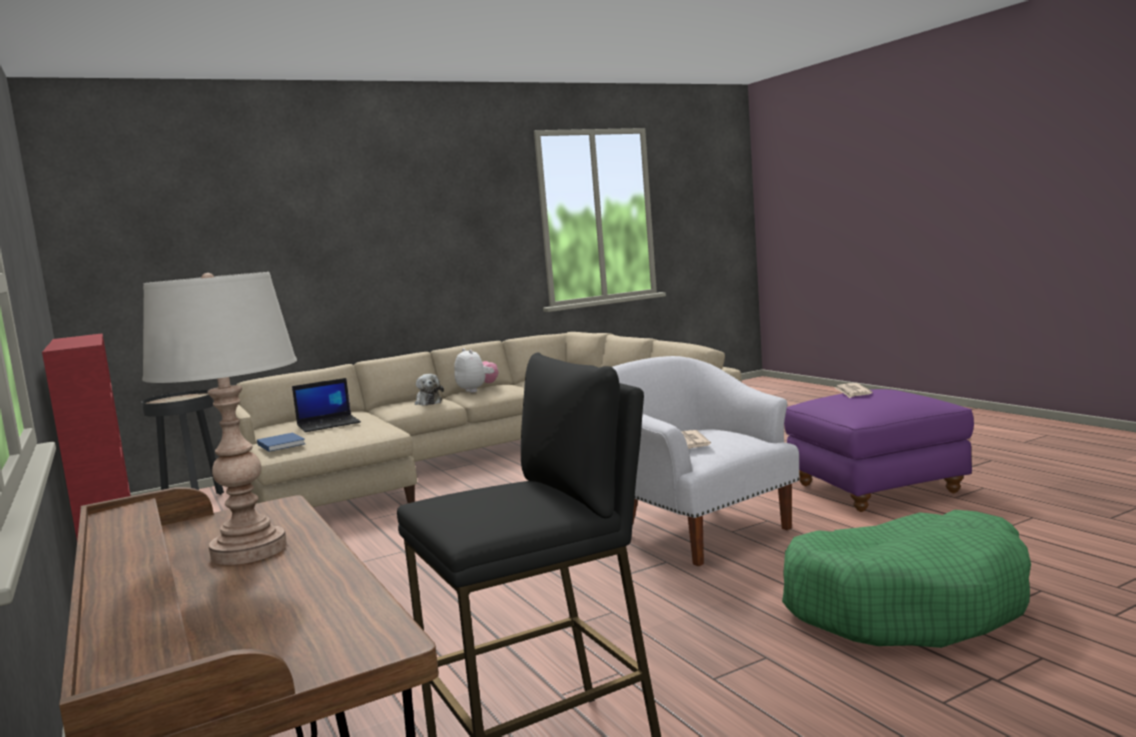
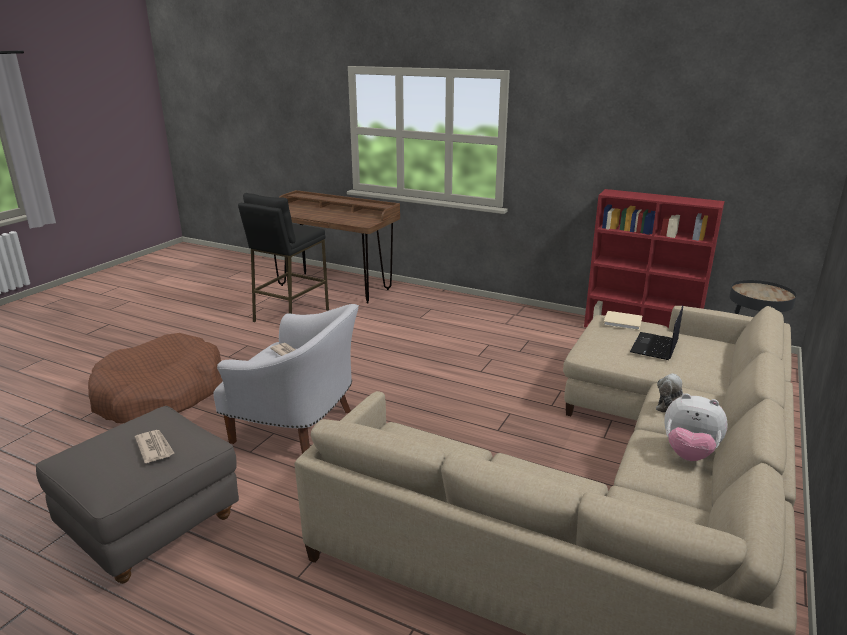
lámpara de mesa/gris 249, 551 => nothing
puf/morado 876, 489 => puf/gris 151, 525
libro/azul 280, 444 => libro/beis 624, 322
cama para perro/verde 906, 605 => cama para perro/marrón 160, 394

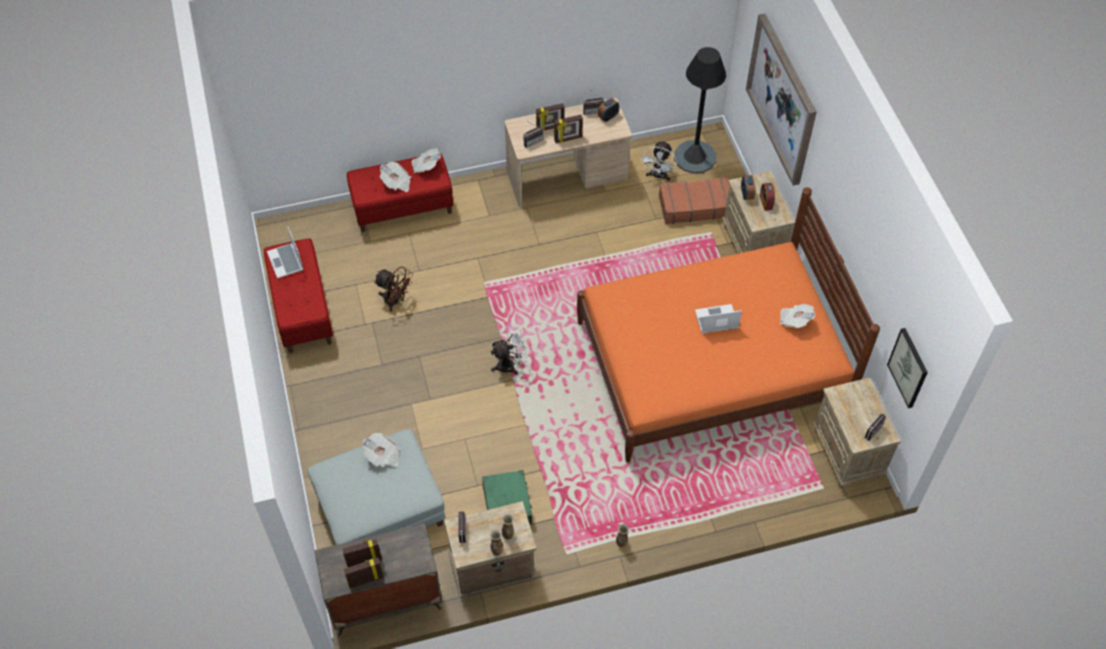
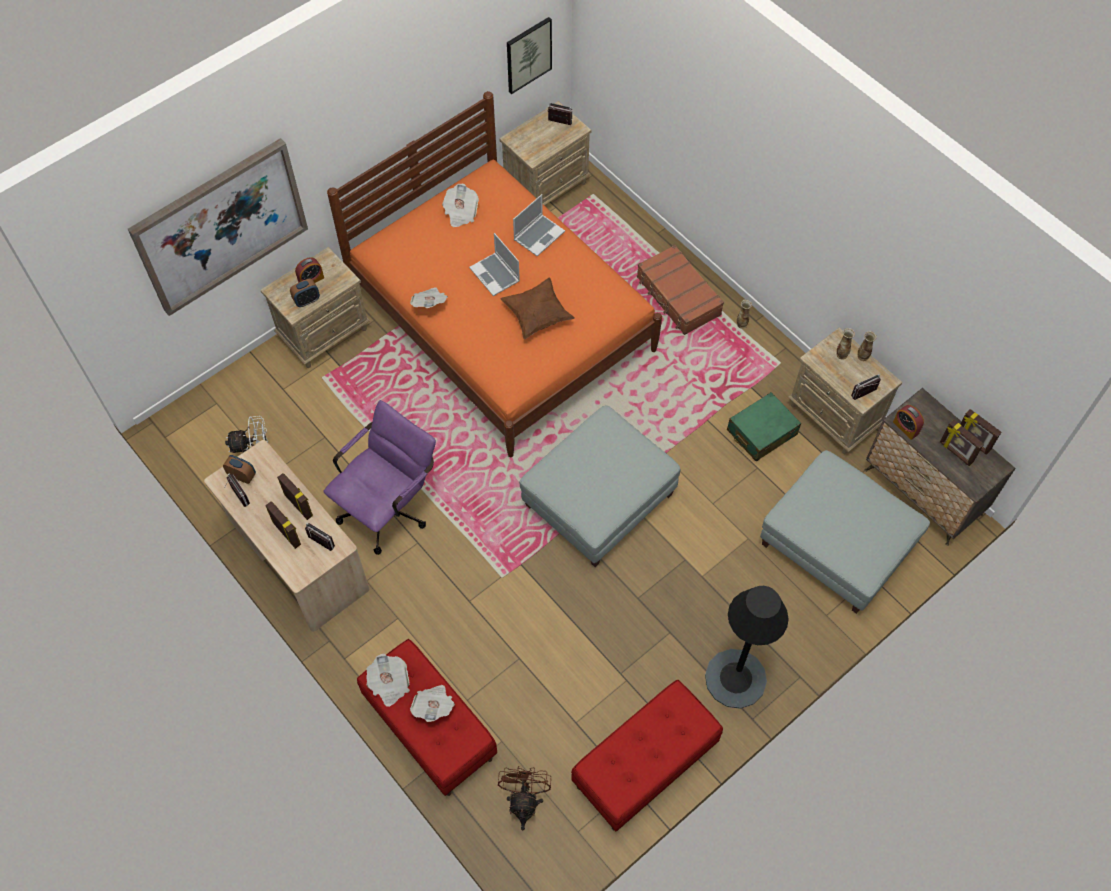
lámpara de pie/negro 694, 157 => lámpara de pie/negro 735, 679, move
maleta/marrón 696, 206 => maleta/marrón 678, 296, move
portátil 286, 261 => portátil 539, 235, move
ventilador/marrón 395, 301 => ventilador/marrón 524, 802, move
ventilador/blanco 510, 364 => puf/gris 599, 500
periódico 383, 456 => periódico 429, 303, move
nothing => cojín/marrón 537, 315
nothing => silla de oficina/morado 389, 506
nothing => despertador 905, 428

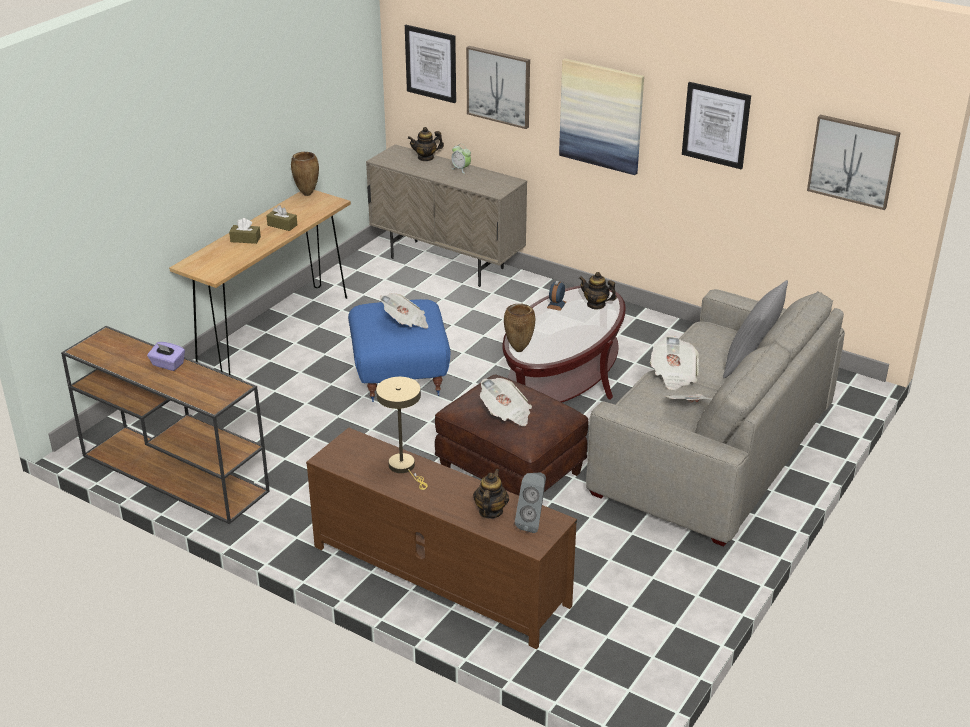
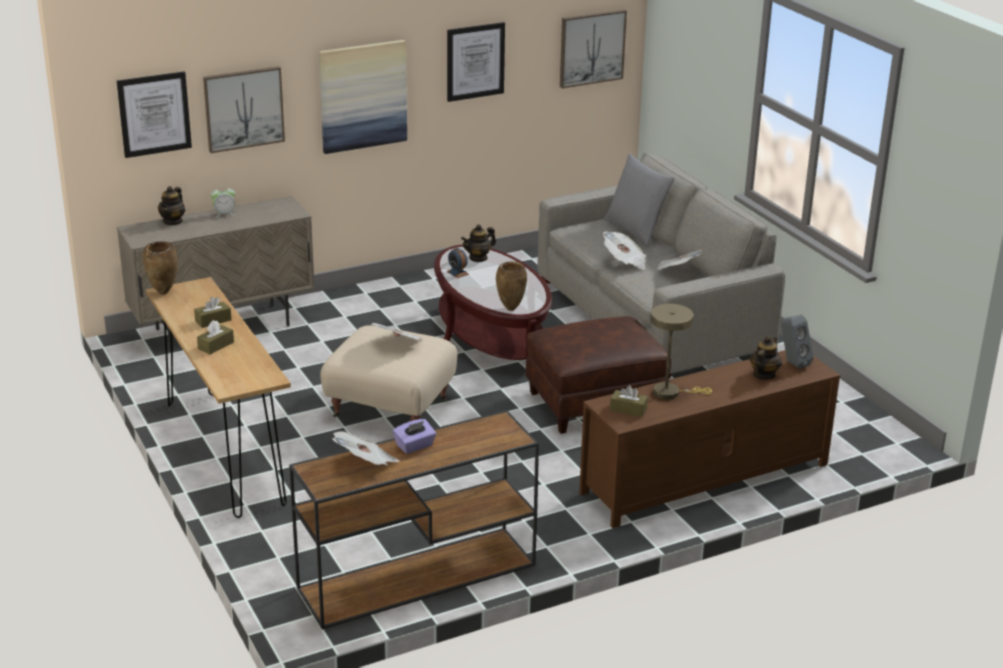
puf/azul 400, 375 => puf/beis 390, 409
periódico 506, 414 => periódico 366, 463, move
tetera 490, 511 => tetera 763, 375, 75 degrees clockwise
nothing => caja de pañuelos/marrón 628, 409

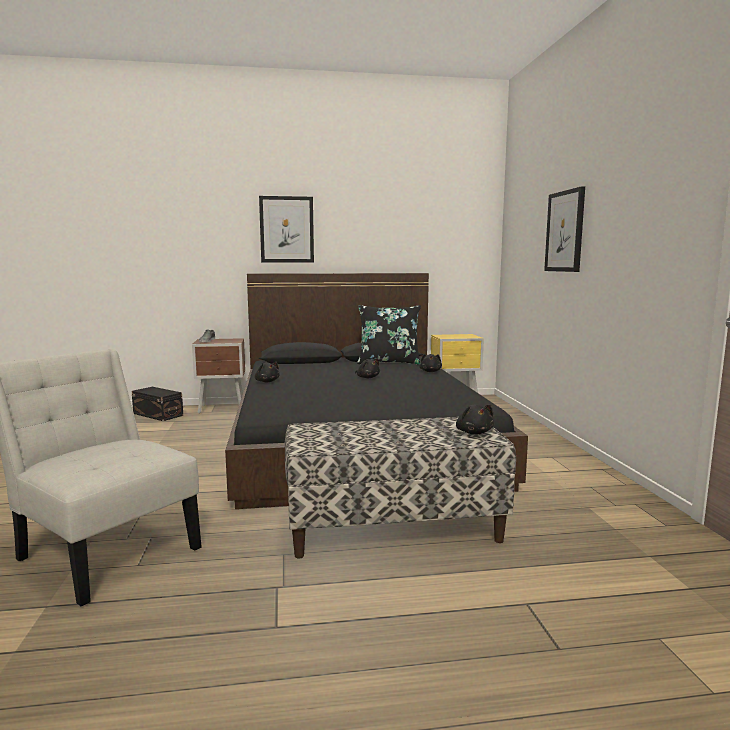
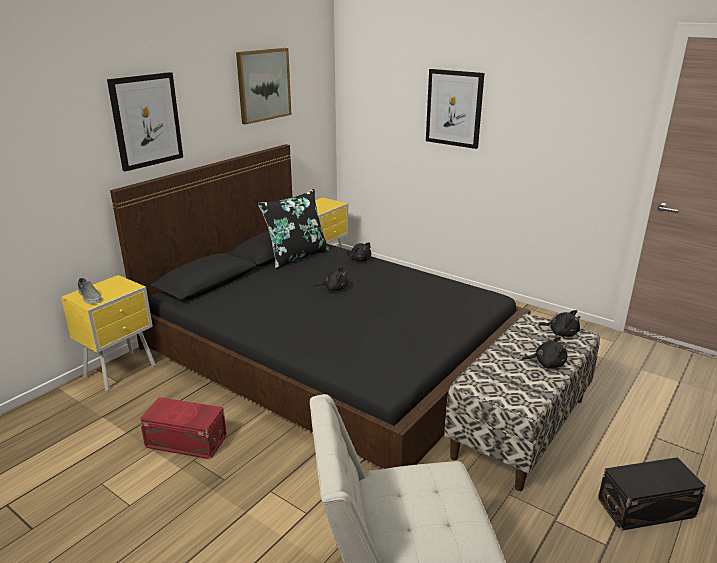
mesita de noche/marrón 223, 409 => mesita de noche/amarillo 122, 371
peluche/negro 267, 381 => peluche/negro 547, 363, move
caja de almacenaje/negro 158, 415 => caja de almacenaje/negro 647, 509, move
nothing => cuadro 263, 85
nothing => caja de almacenaje/rojo 186, 442

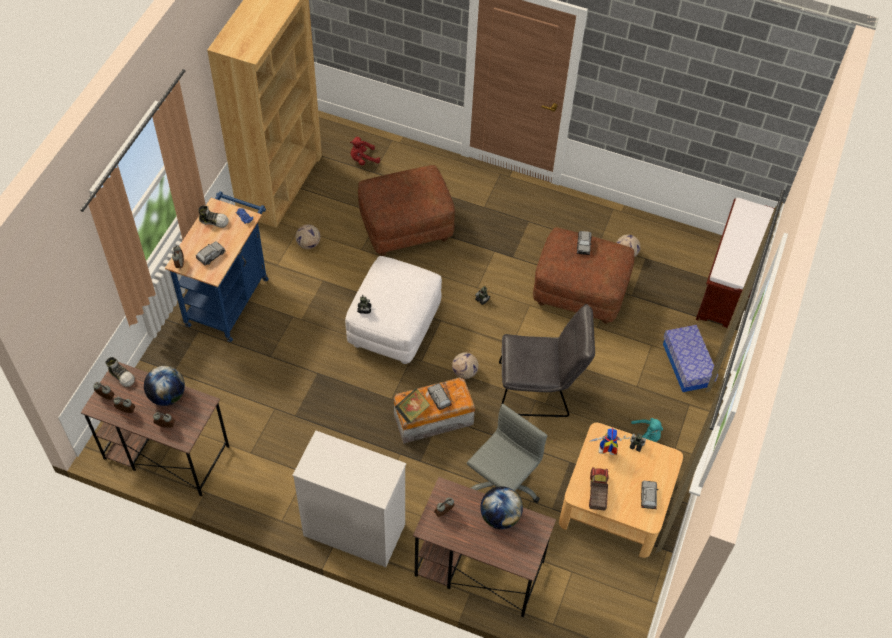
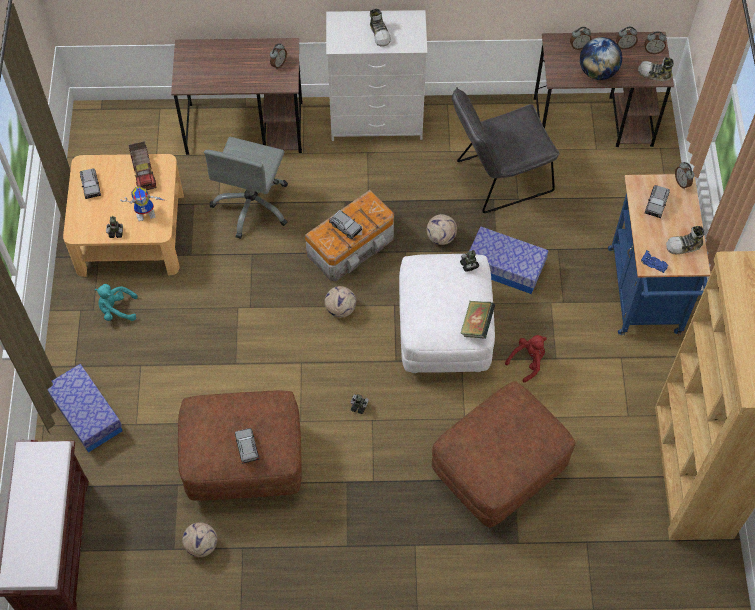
peluche/rojo 363, 159 => peluche/rojo 528, 361, move
balón de fútbol 308, 244 => balón de fútbol 441, 237, move
silla/gris 540, 390 => silla/gris 498, 178, move
libro 412, 411 => libro 476, 325, move
globo terráqueo 500, 516 => nothing
nothing => zapato 380, 33
nothing => caja de almacenaje 505, 267

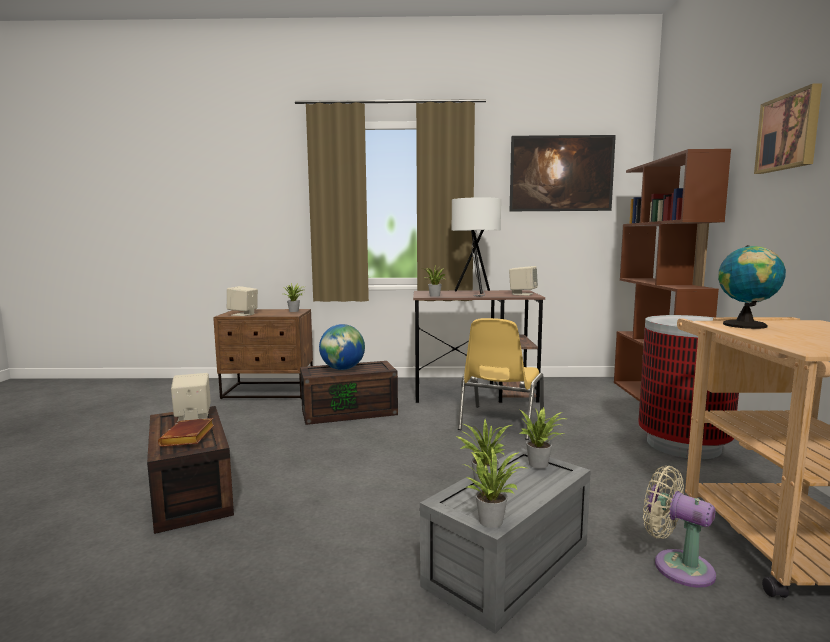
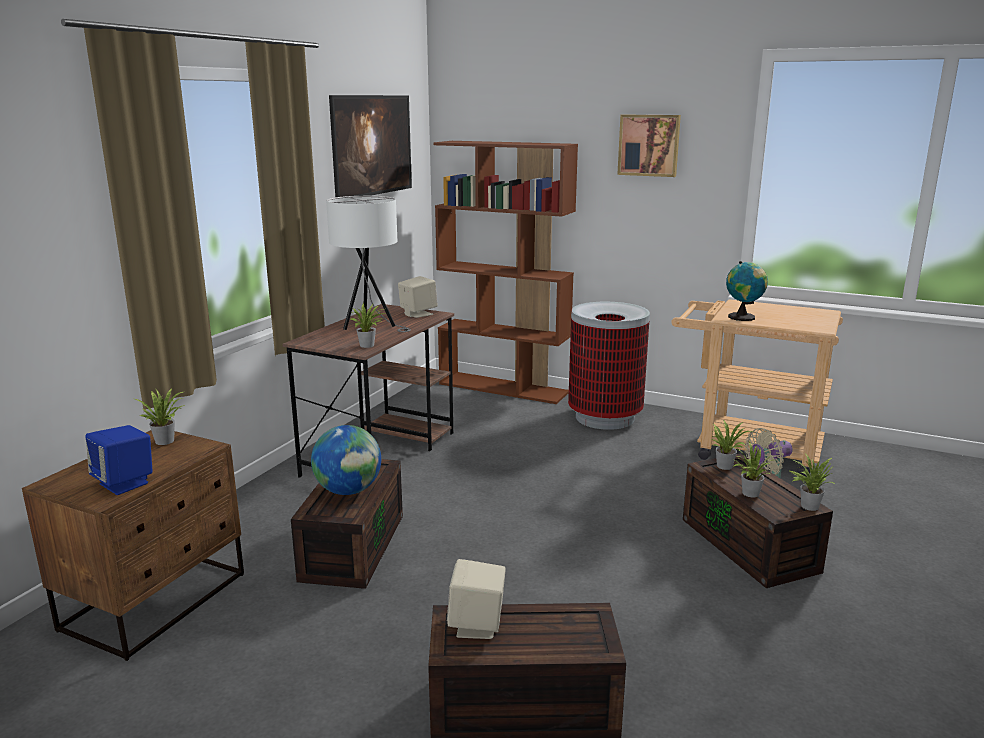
altavoz/beis 243, 314 => altavoz/azul 125, 483
silla/amarillo 500, 422 => nothing
libro/marrón 189, 438 => nothing
caja de almacenaje/gris 509, 566 => caja de almacenaje/marrón 751, 545

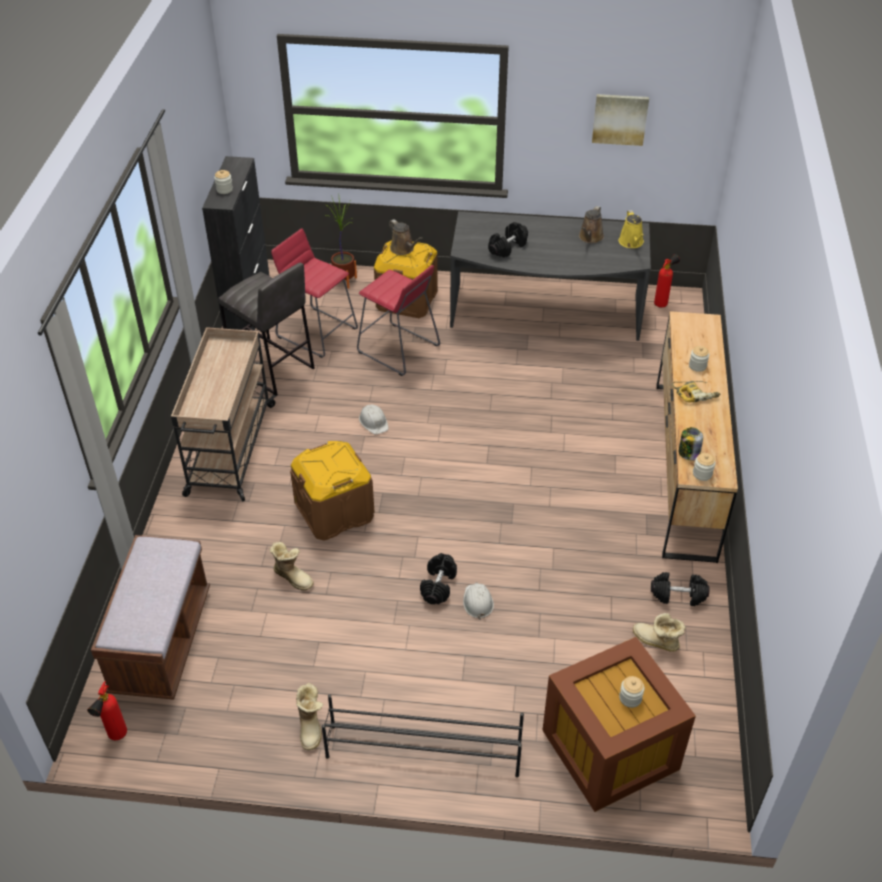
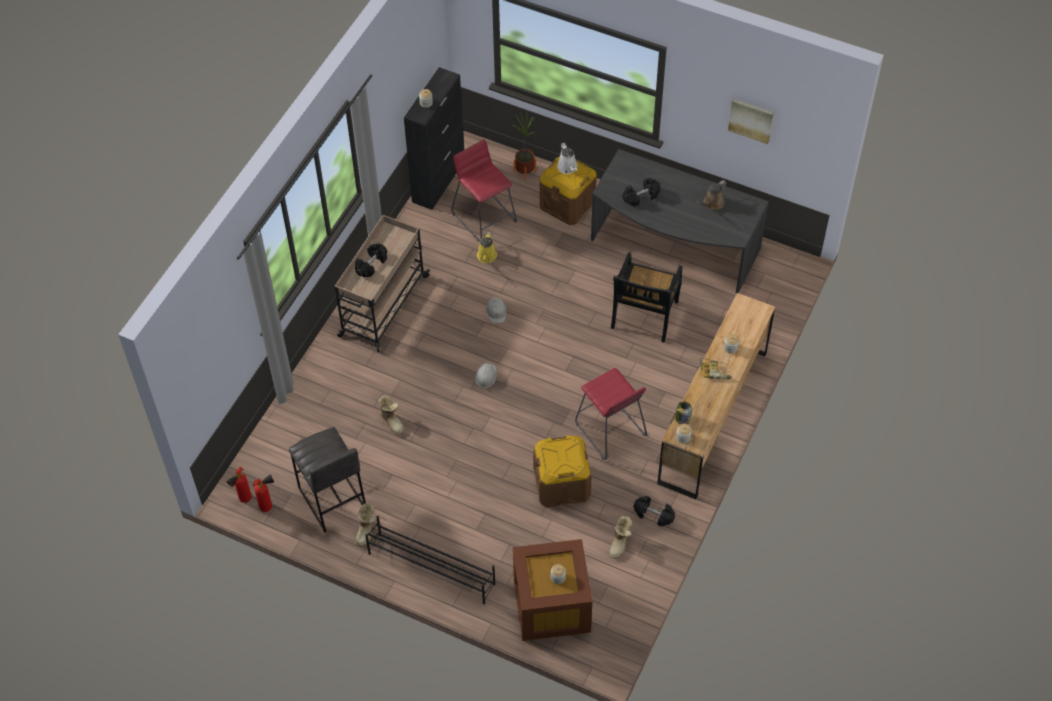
regadera/amarillo 631, 242 => regadera/amarillo 486, 257, move
regadera/marrón 403, 249 => regadera/blanco 568, 168
extintor 662, 303 => extintor 269, 506, move
taburete/gris 272, 368 => taburete/gris 332, 500, move
taburete/rojo 398, 349 => taburete/rojo 610, 430, move
caja de almacenaje/marrón 334, 511 => caja de almacenaje/marrón 562, 484, move
banco/marrón 161, 642 => nothing
mancuerna/negro 438, 585 => mancuerna/negro 371, 265, move
casco/blanco 477, 602 => casco/blanco 485, 376, move
bota 656, 642 => bota 620, 543, 120 degrees counterclockwise
nothing => silla/negro 644, 316

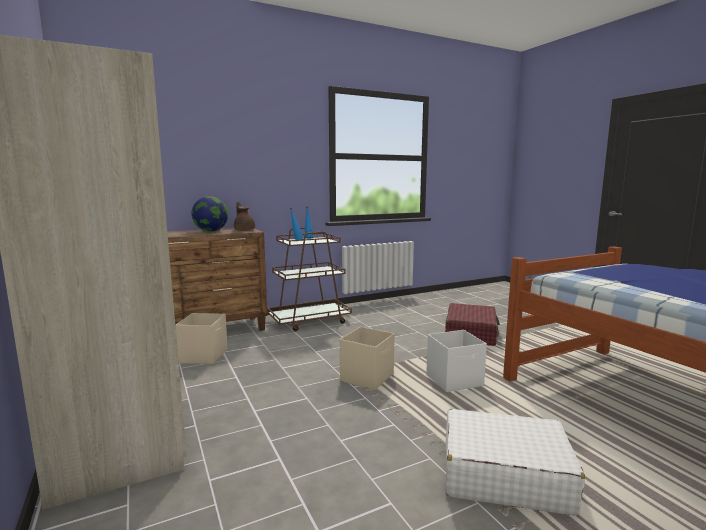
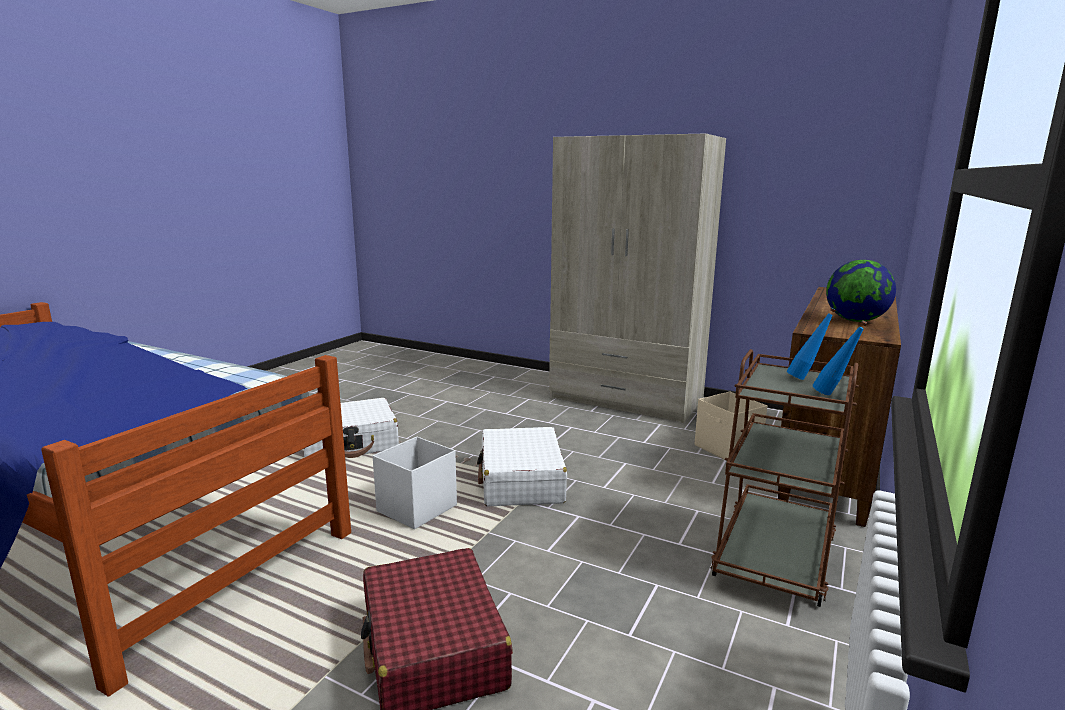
tetera/marrón 244, 230 => nothing
caja de almacenaje/beis 368, 377 => maleta/blanco 521, 481

